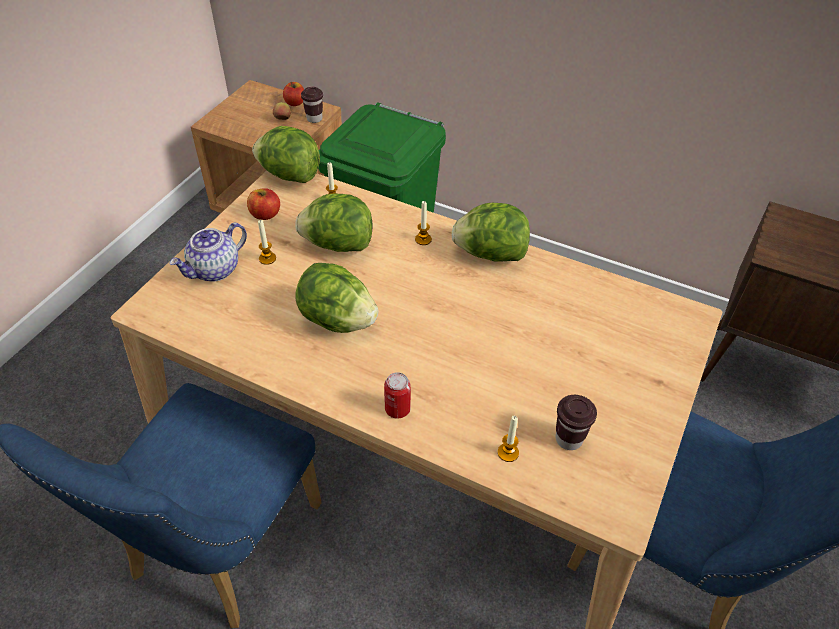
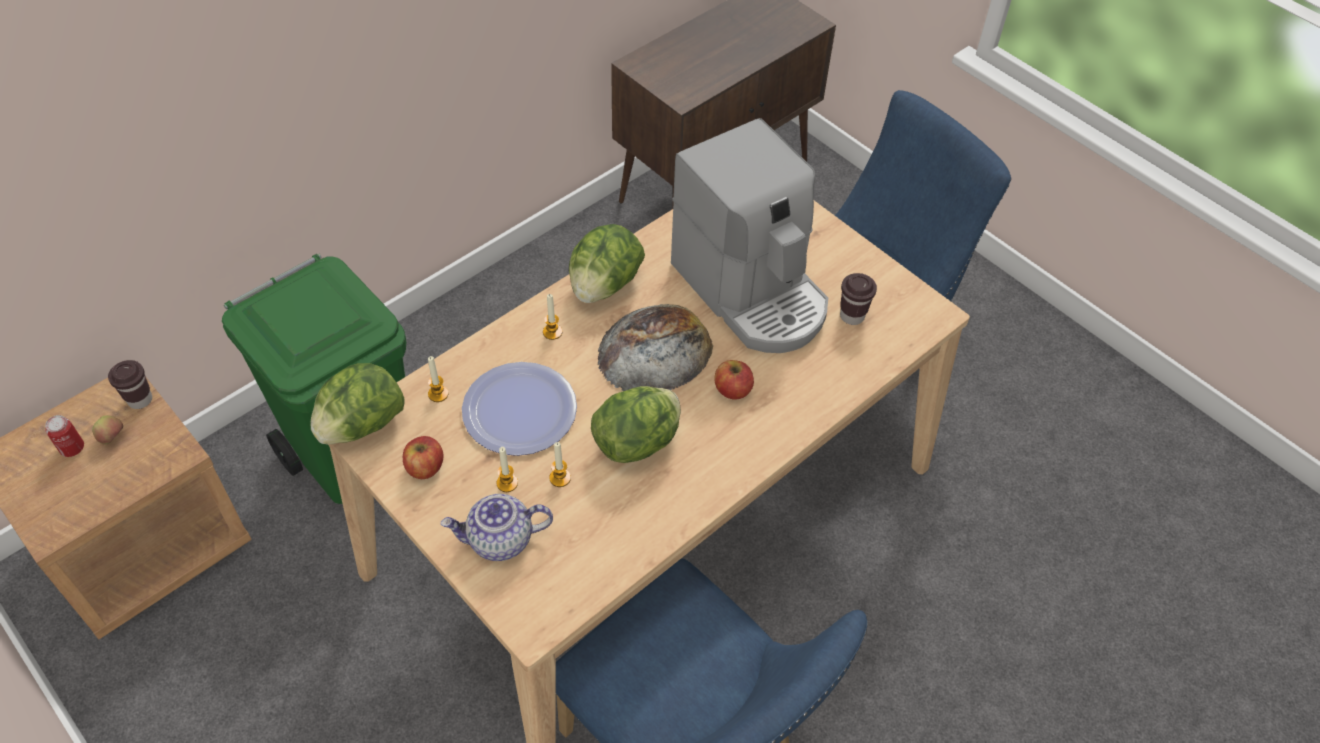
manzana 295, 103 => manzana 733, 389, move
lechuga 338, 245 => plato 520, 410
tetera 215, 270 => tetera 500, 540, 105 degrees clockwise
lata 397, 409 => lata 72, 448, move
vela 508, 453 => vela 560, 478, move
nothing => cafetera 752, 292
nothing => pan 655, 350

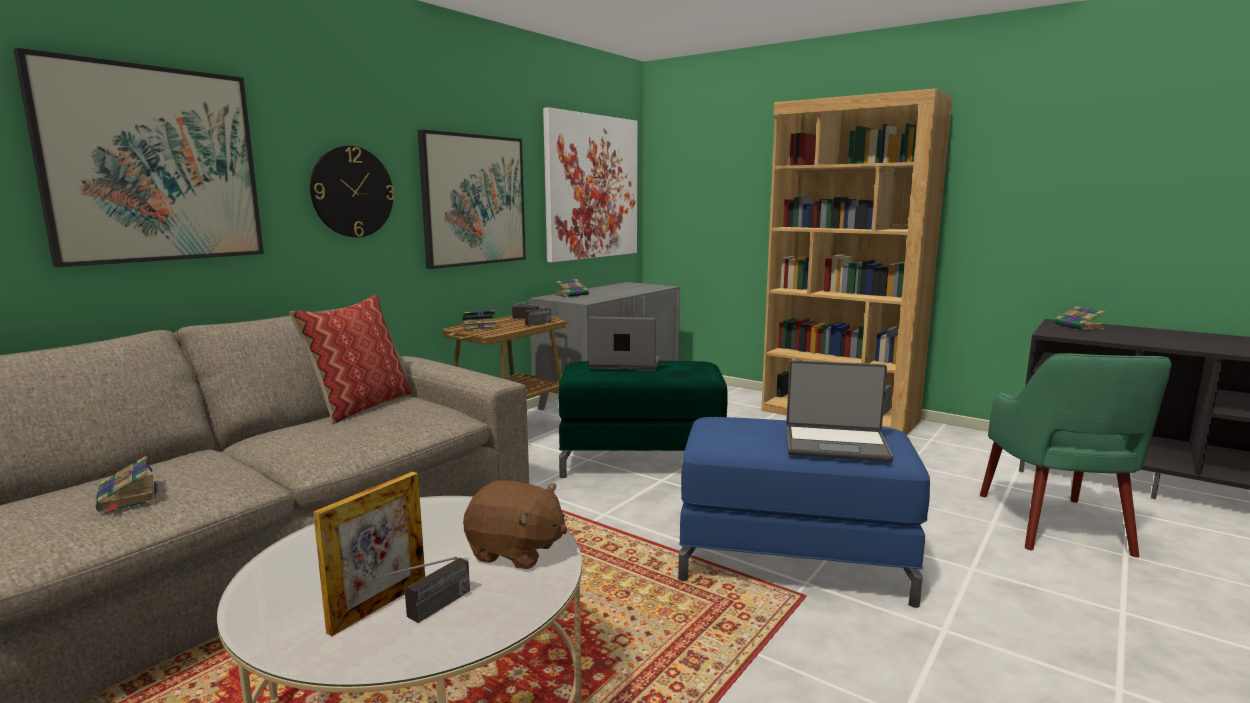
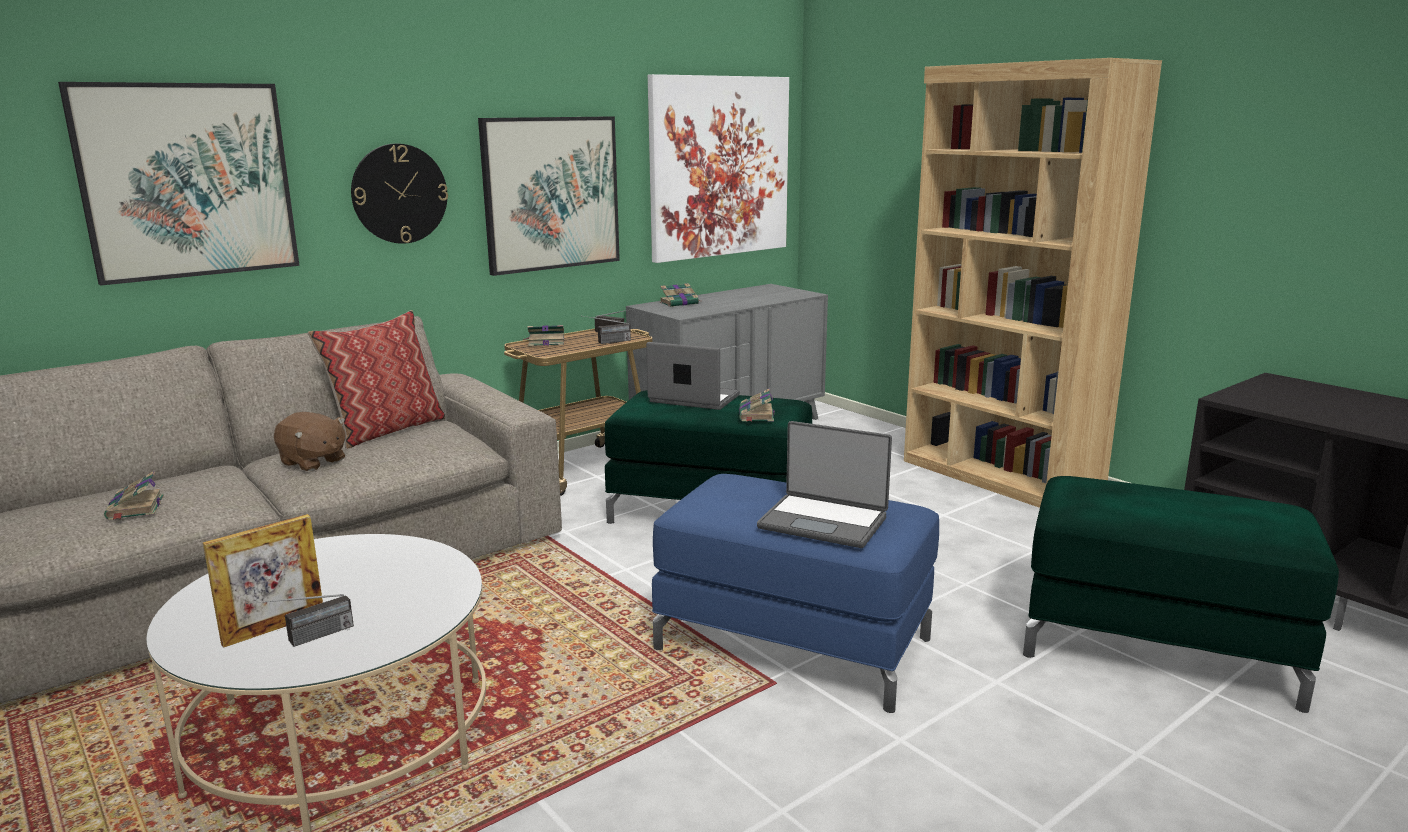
libro 1079, 327 => libro 756, 415, move
sillón/verde 1054, 525 => puf/verde 1155, 646
peluche/marrón 516, 551 => peluche/marrón 313, 462, move

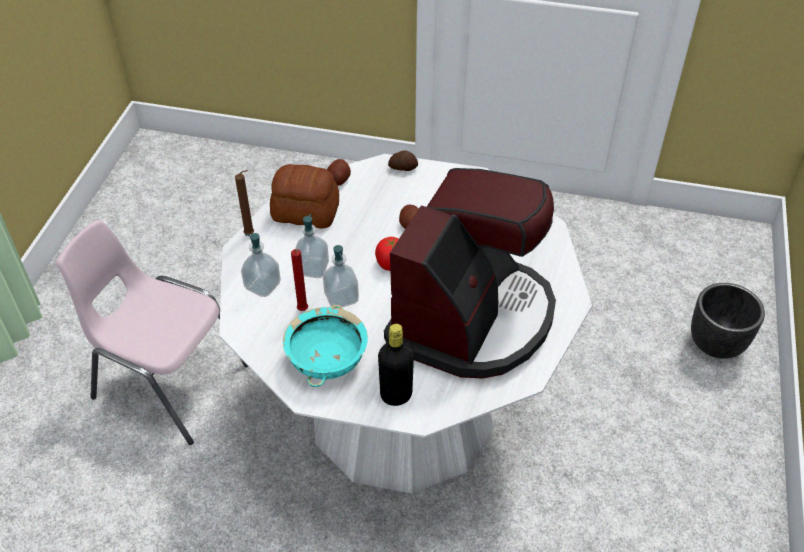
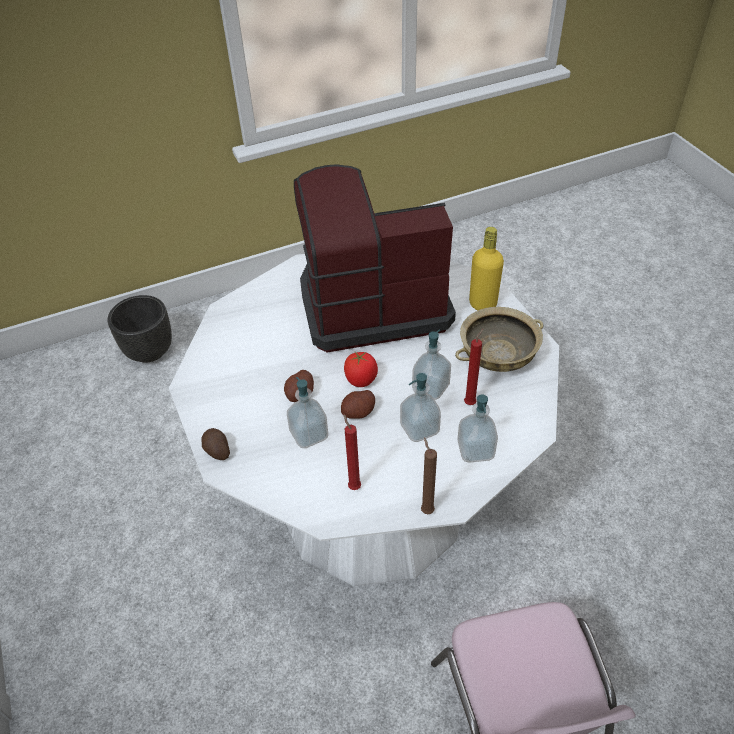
patata 338, 179 => patata 358, 412, move
pan 306, 212 => vela/rojo 353, 486
cuenco/turquesa 327, 359 => cuenco/beis 497, 357
botella/negro 396, 395 => botella/amarillo 482, 304
nothing => dispensador de jabón 309, 434

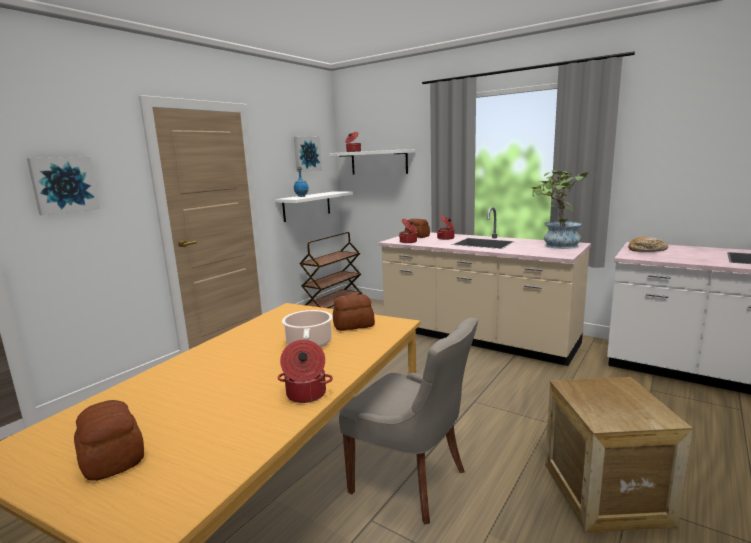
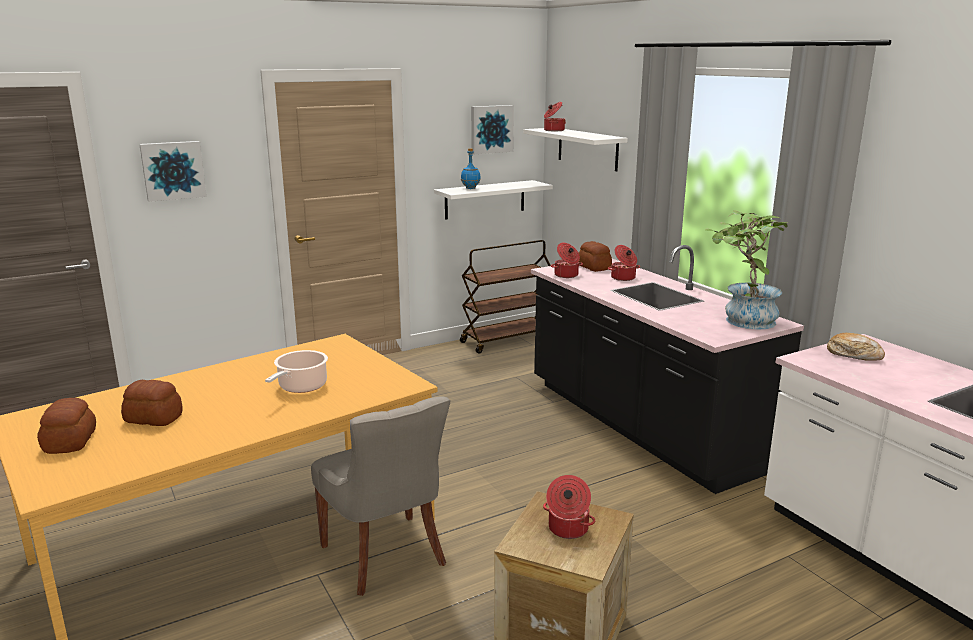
mueble bajo de cocina/beis 477, 337 => mueble bajo de cocina/negro 641, 425
pan 353, 325 => pan 154, 418, move
olla 306, 394 => olla 567, 529, move

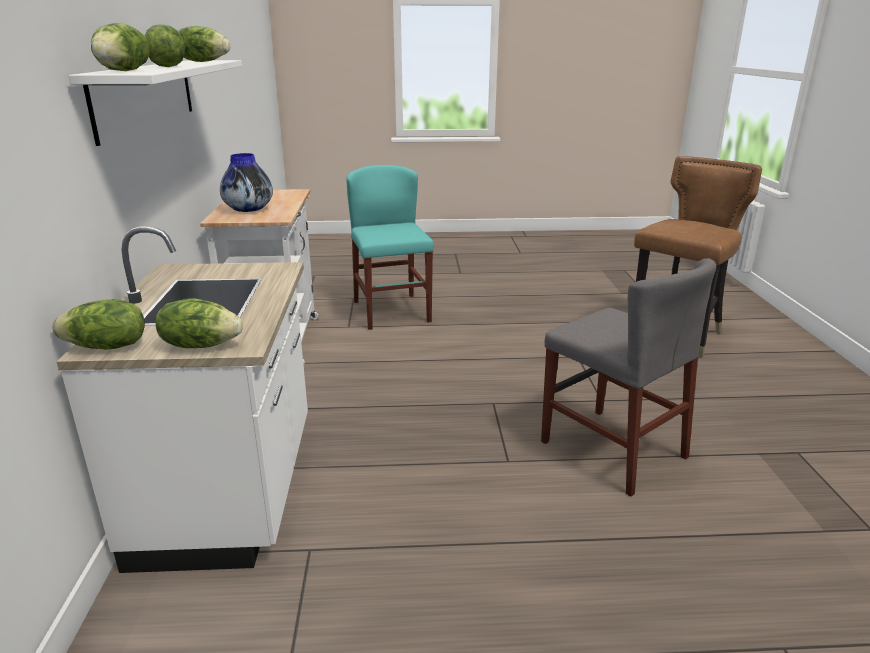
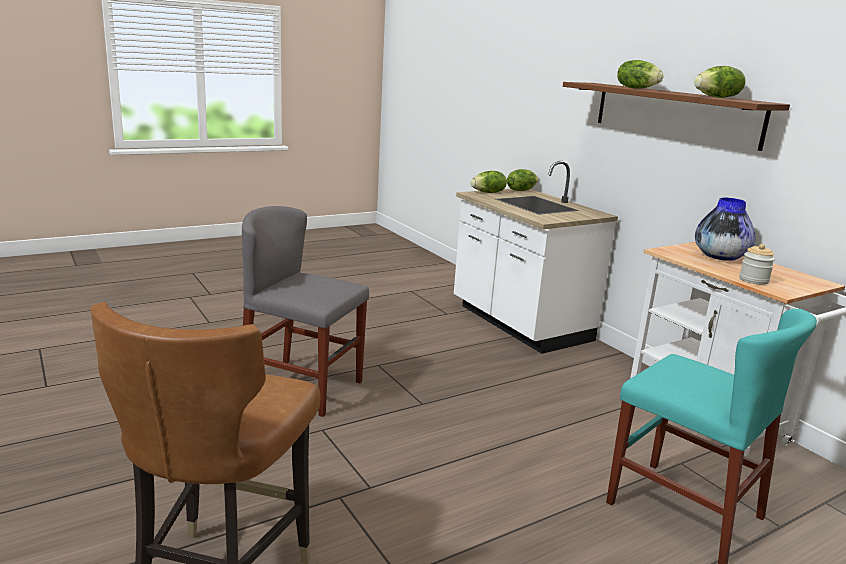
lechuga 124, 71 => nothing
estante/blanco 146, 96 => estante/marrón 674, 113
nothing => tarro 753, 280

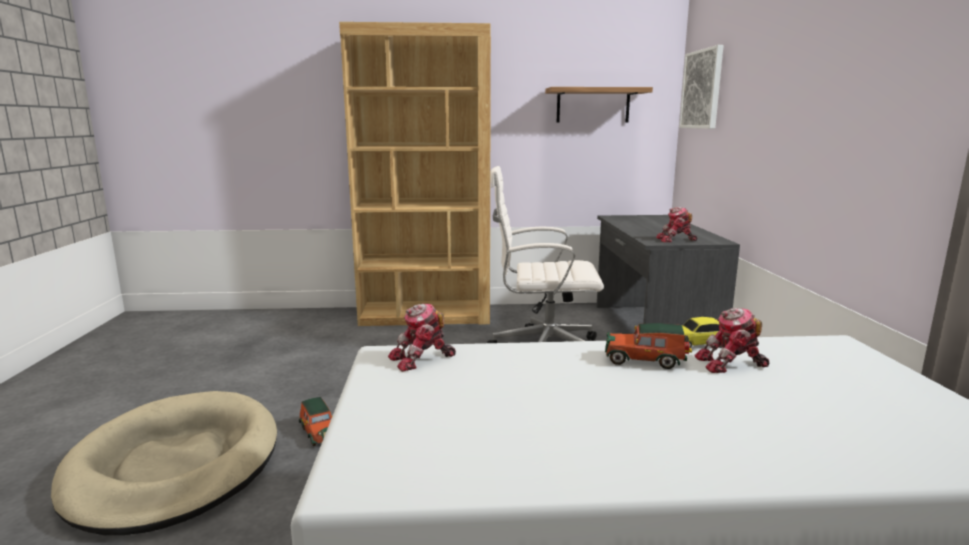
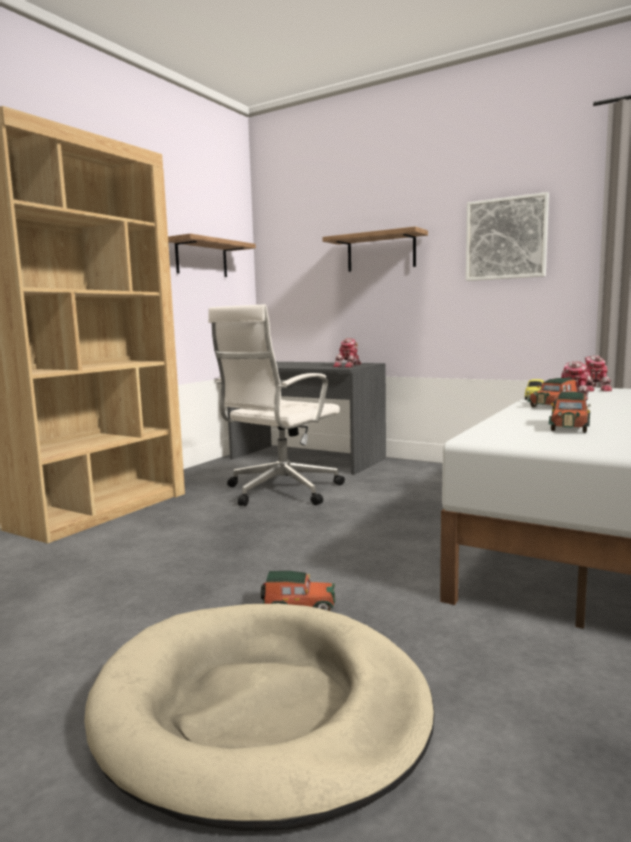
cuadro 702, 89 => cuadro 506, 238, move
robot de juguete 422, 359 => robot de juguete 594, 389, move
nothing => estante 381, 252
nothing => coche de juguete 569, 427

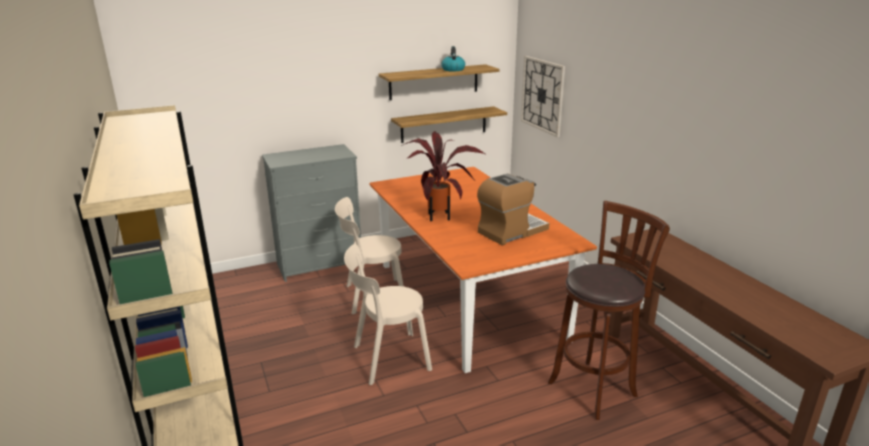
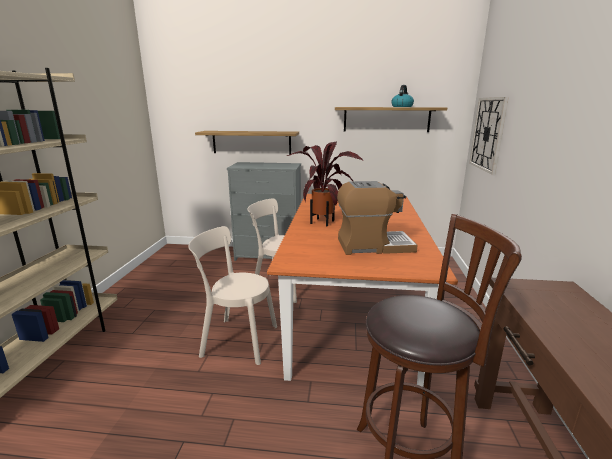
estante 444, 124 => estante 251, 142, move

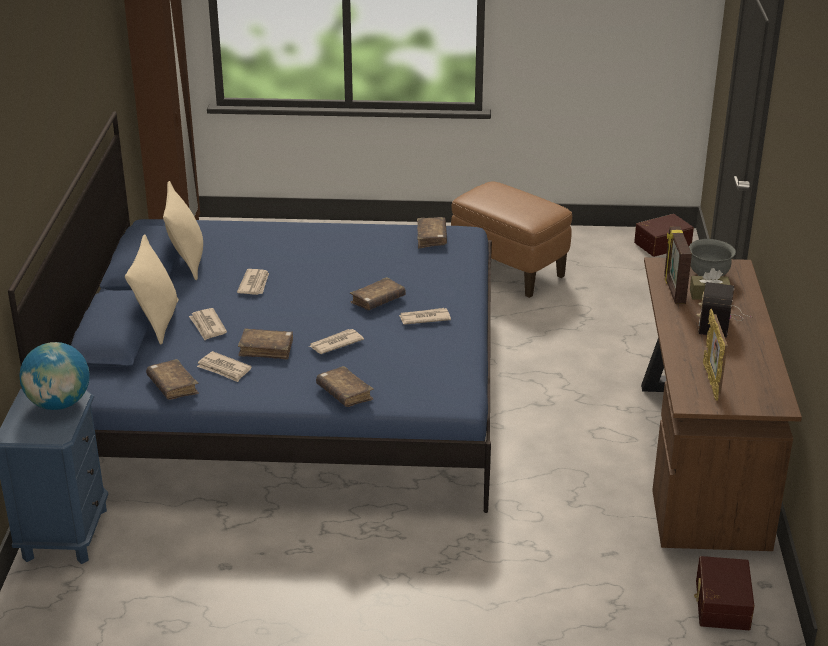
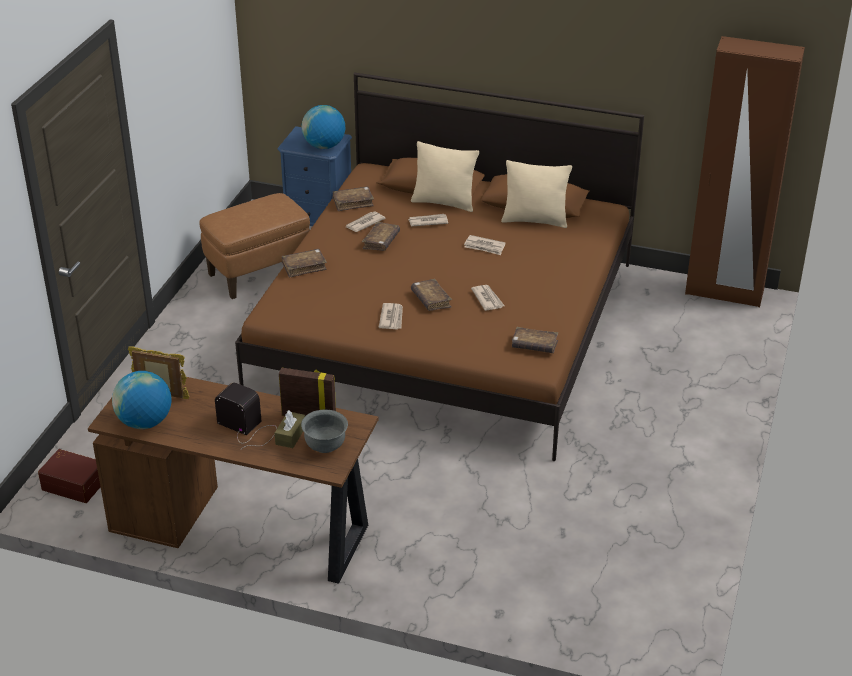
cama/azul 289, 389 => cama/marrón 447, 326
puf/marrón 509, 271 => puf/marrón 258, 274, move
caja de almacenaje/marrón 661, 244 => nothing
periódico 335, 343 => periódico 487, 299, move
nothing => globo terráqueo 145, 422

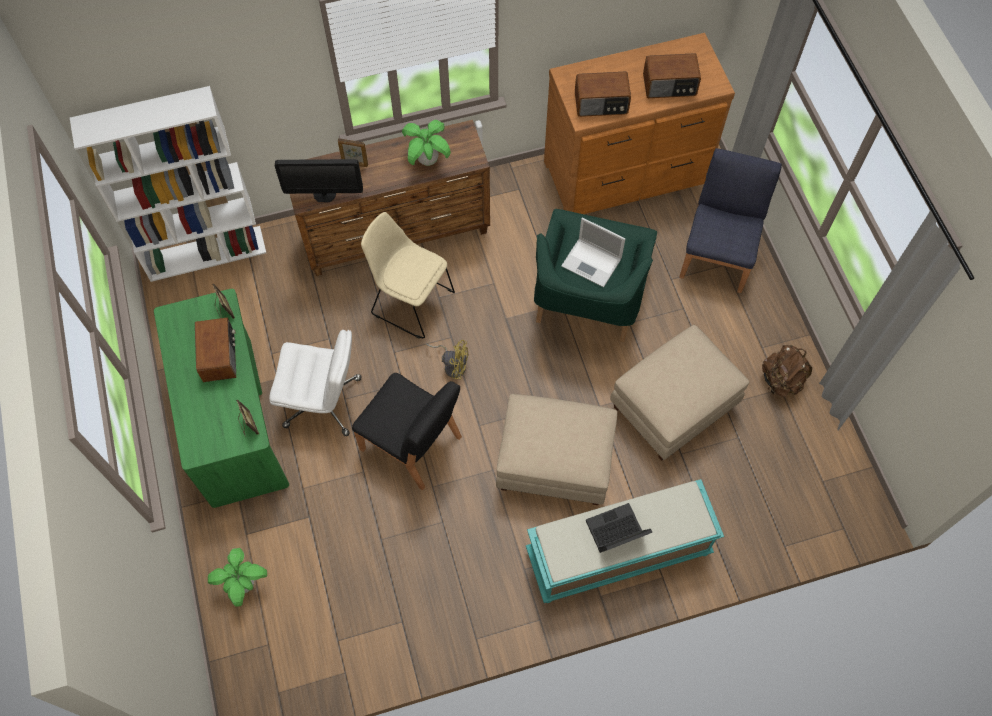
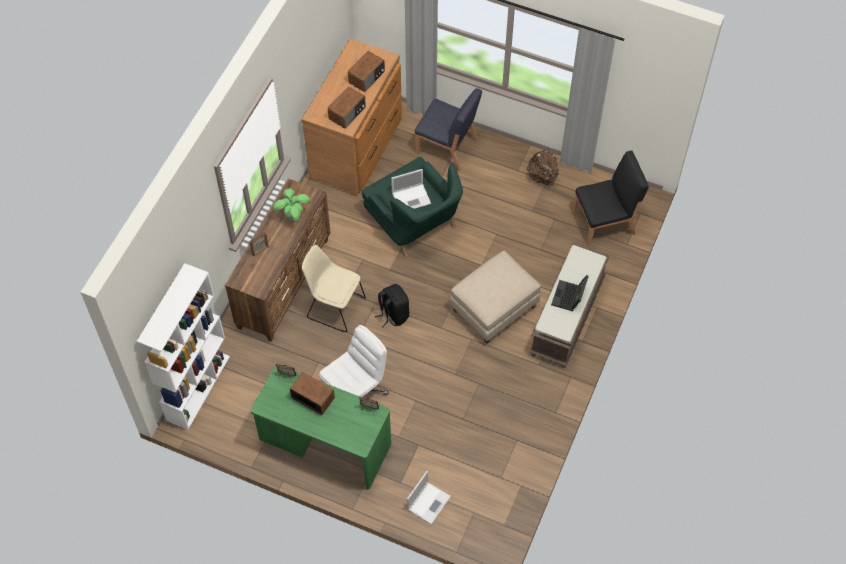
silla/azul 718, 255 => silla/azul 447, 147, 150 degrees clockwise
monitor 324, 194 => nothing
silla/beis 410, 301 => silla/beis 334, 306, 45 degrees clockwise
puf/beis 673, 408 => nothing
ventilador/amarillo 452, 365 => mochila/negro 393, 314
silla/negro 411, 444 => silla/negro 605, 222, move
banco/turquesa 617, 554 => banco/marrón 567, 317
planta en maceta 244, 584 => portátil 429, 502

